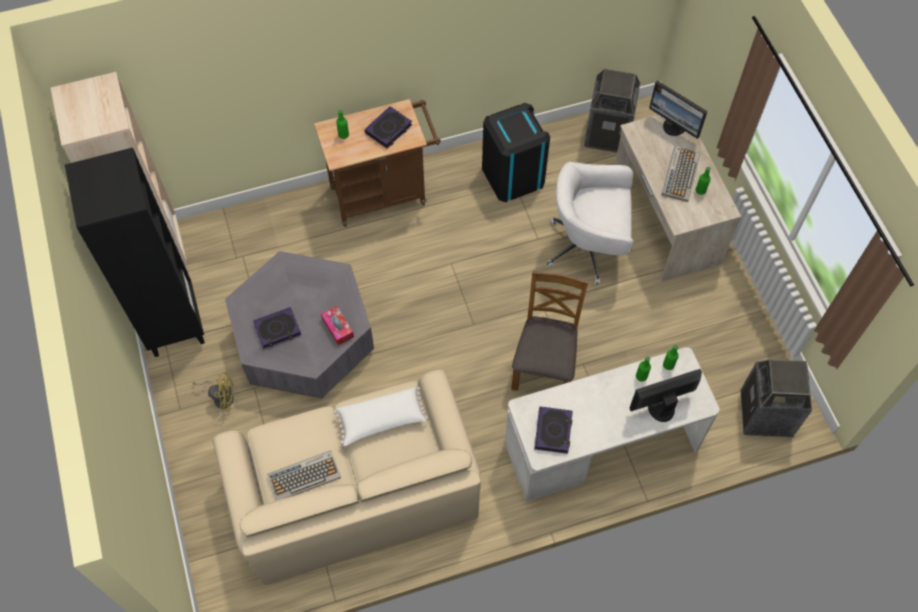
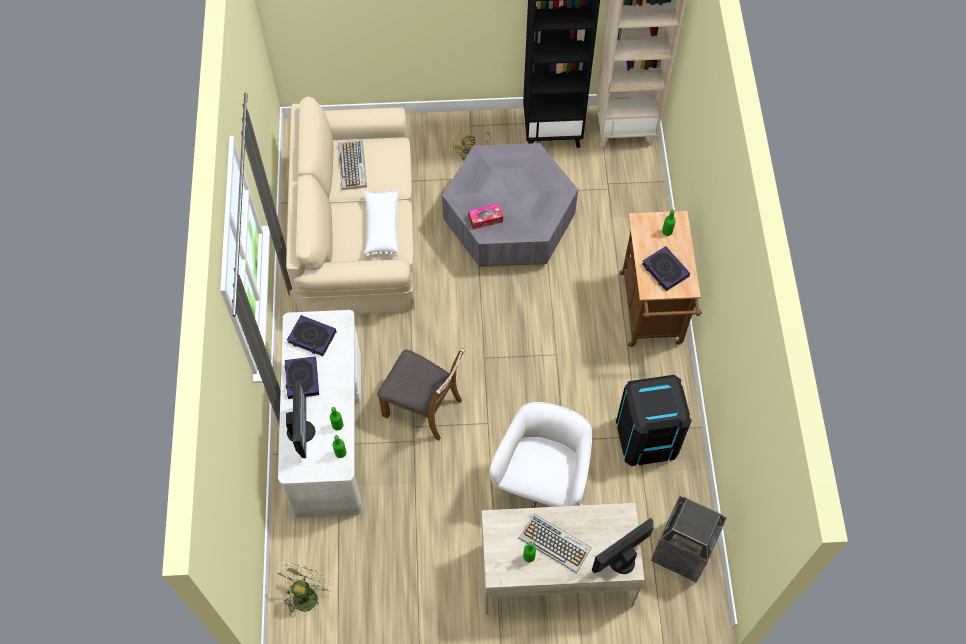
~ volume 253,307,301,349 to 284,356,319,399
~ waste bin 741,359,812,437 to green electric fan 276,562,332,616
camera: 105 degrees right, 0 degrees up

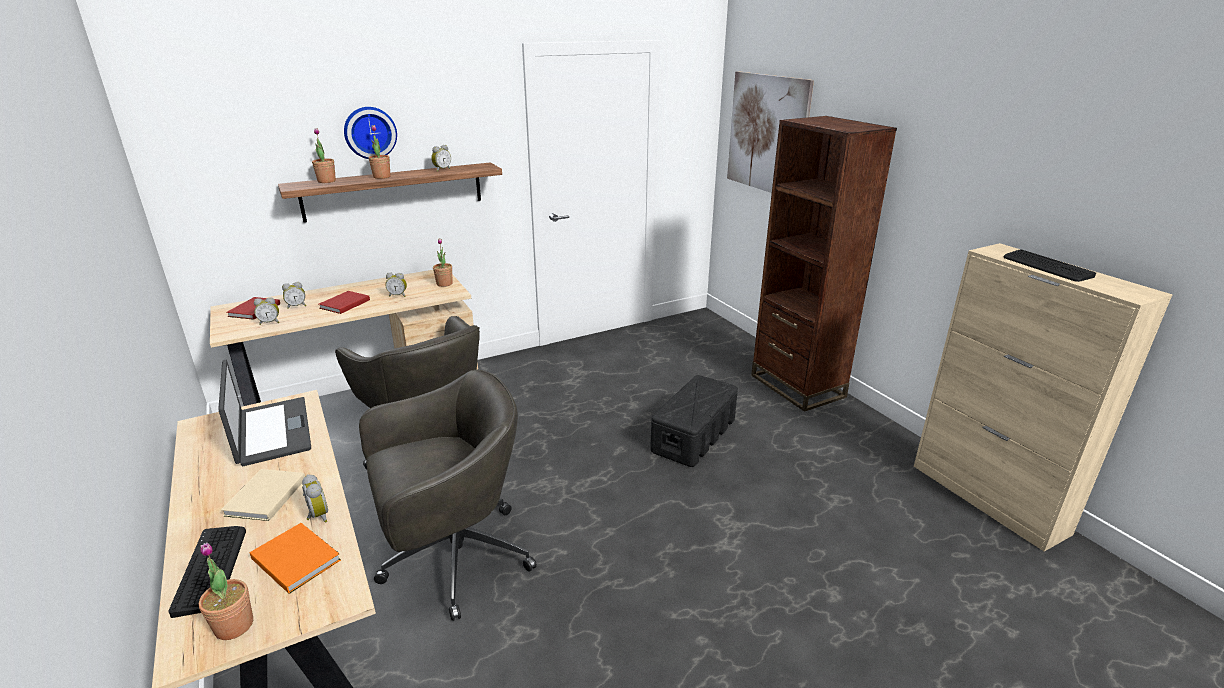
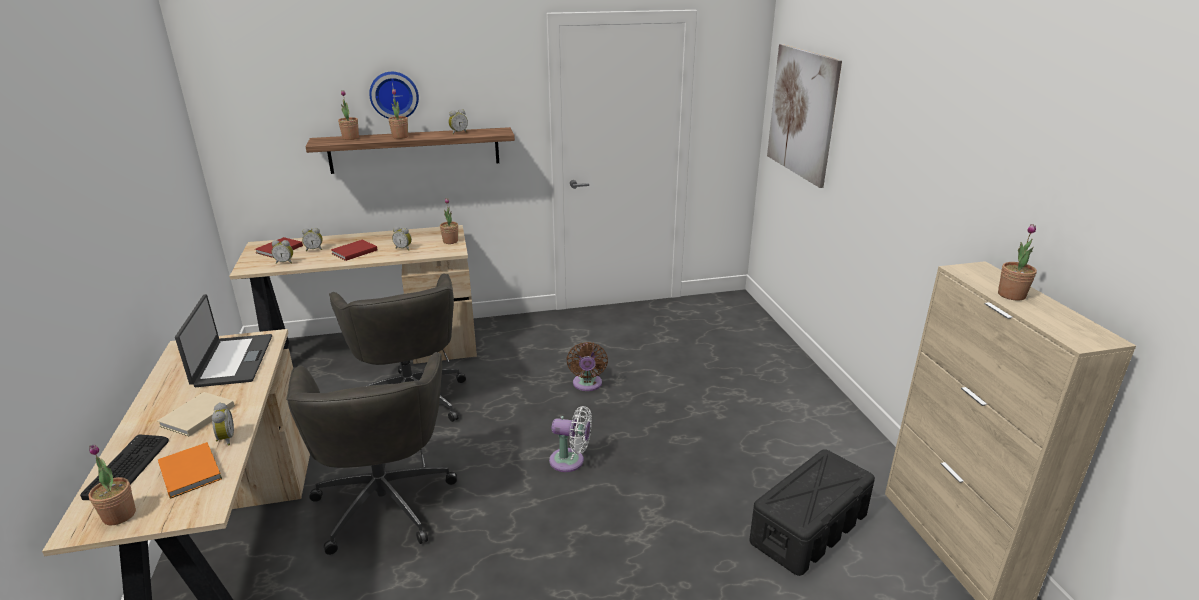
- brown bookcase 751,116,897,412
+ white-coloured electric fan 549,406,592,472
+ brown electric fan 566,342,608,391
~ blackish storage container 650,375,738,467 to 749,449,875,576
~ keyboard 1003,249,1096,282 to potted plant 998,224,1037,301
~ gray office chair 359,370,537,621 = 286,352,457,555 90 degrees clockwise
camera: 15 degrees right, 0 degrees up

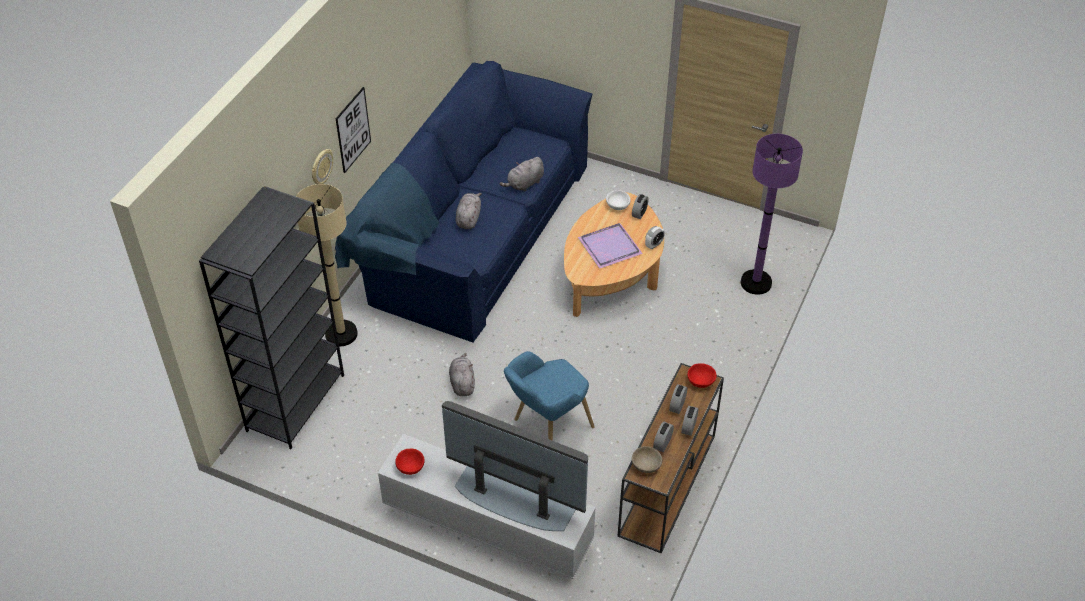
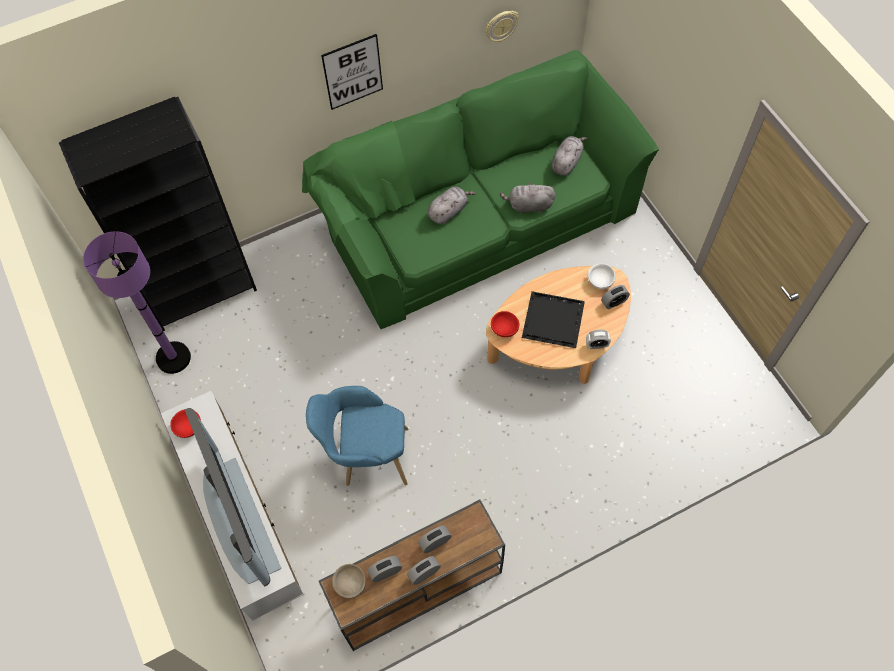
- sand-coloured standard lamp 296,184,358,346
~ hanging clock 312,149,333,184 to 485,11,519,42
~ gray cuddly toy 449,353,475,396 to 551,136,587,176
~ red deep dish 687,363,717,388 to 491,311,520,337
~ purple-coloured standard lamp 741,134,803,295 to 83,231,191,374
~ blue-coloured settee 335,61,593,343 to green settee 302,50,659,329
~ purple-coloured carrying tray 578,223,643,269 to blackish carrying tray 522,291,585,348
camera: 40 degrees right, 15 degrees up

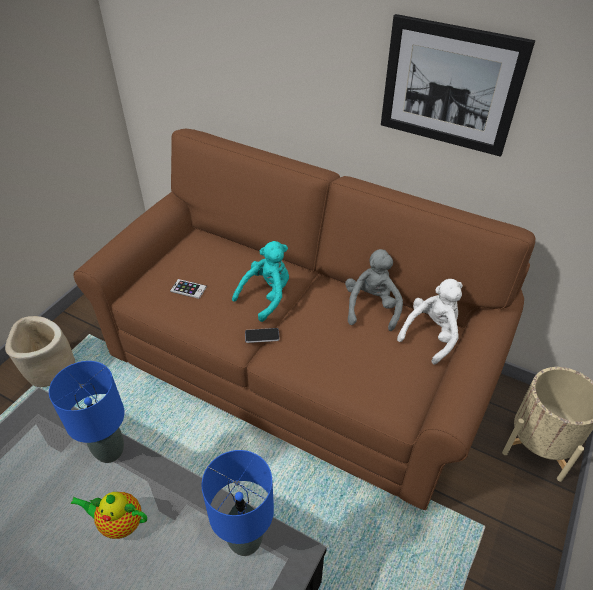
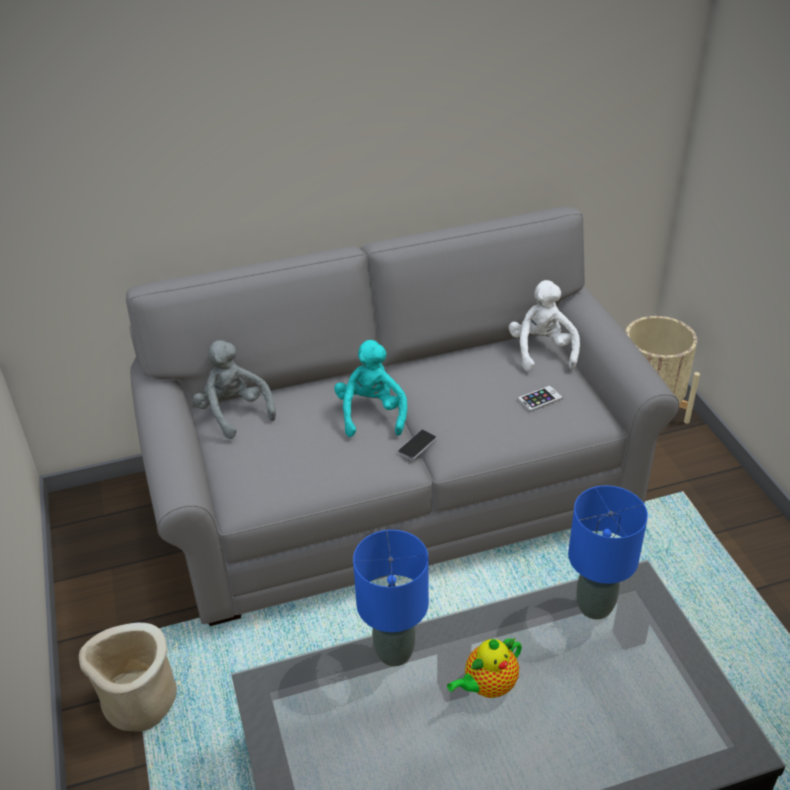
- wall picture 381,14,535,157
~ telephone 170,279,207,299 to 517,385,563,412
~ gray cuddly toy 345,249,403,331 to 193,340,276,439
~ brown settee 74,128,535,510 to gray settee 126,207,679,626
camera: 45 degrees left, 5 degrees down

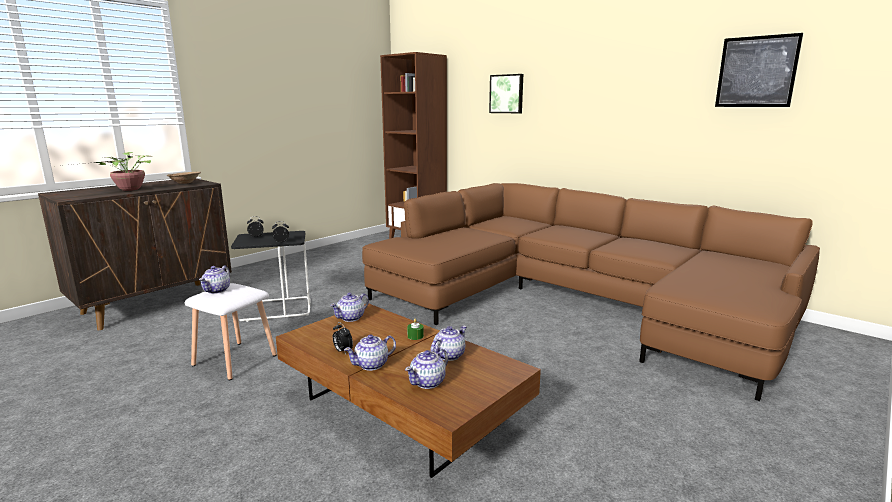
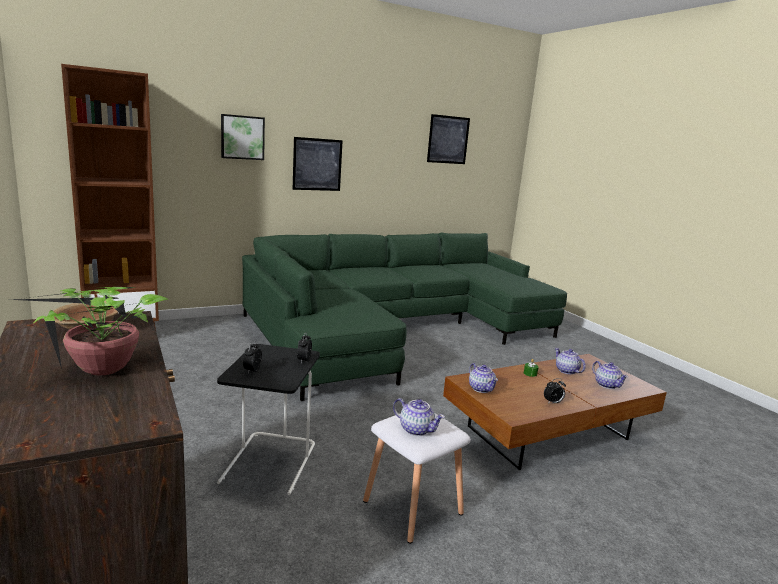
- tea pot 344,334,396,371
+ wall picture 293,137,343,191
~ brown settee 362,183,820,401 to green settee 242,233,567,401
camera: 70 degrees left, 0 degrees up

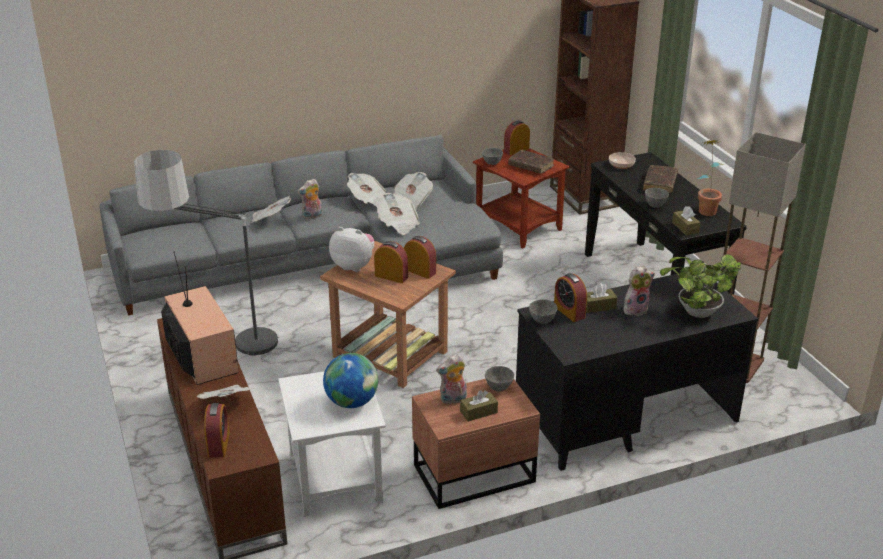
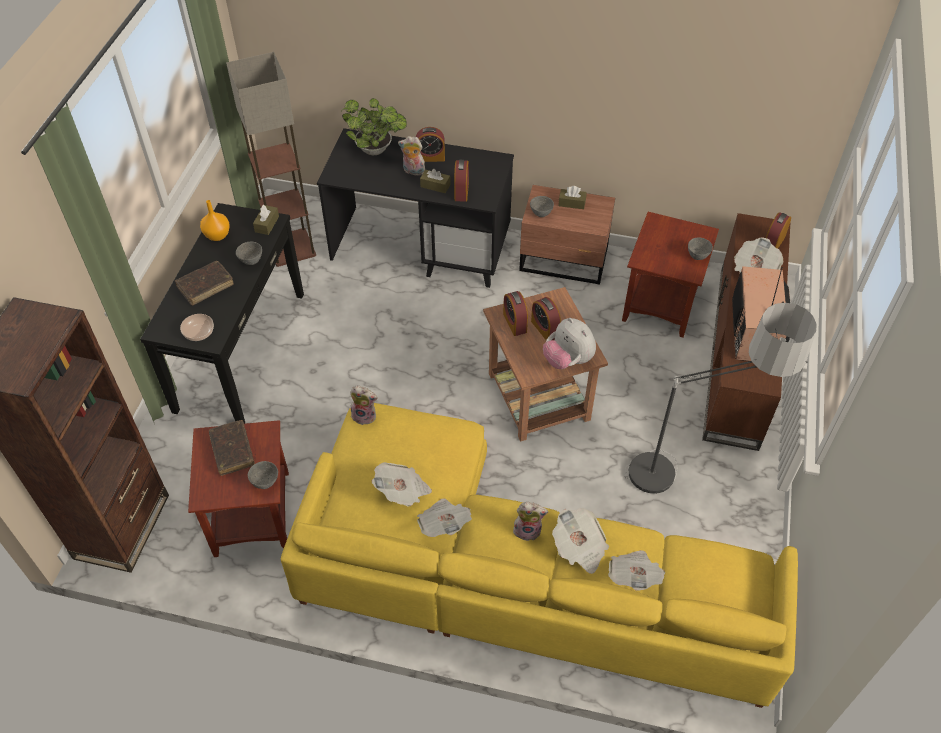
- globe 323,353,378,408
~ printed paper 376,193,420,235 to 608,550,665,591
~ cuddly toy 436,354,467,404 to 350,386,378,425
~ bedside clock 504,120,530,155 to 416,127,445,162
~ gray deep dish 529,299,557,324 to 688,237,713,260
~ potted plant 697,140,724,216 to orange vase 200,200,230,241
~ gray settee 100,135,503,315 to yellow settee 281,403,798,708
~ white-coloured side table 278,371,386,517 to brown side table 622,212,719,337
camera: 145 degrees left, 20 degrees up

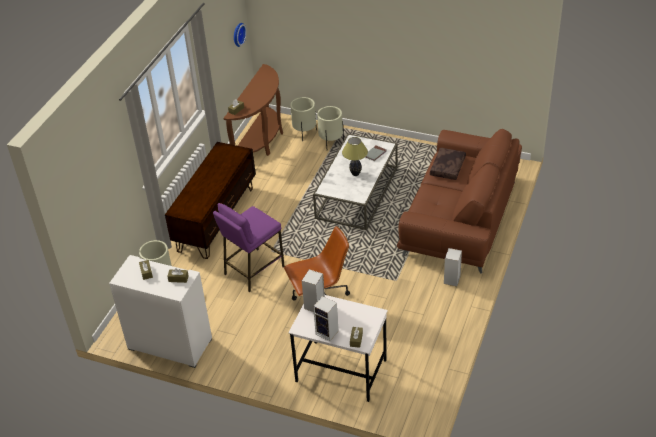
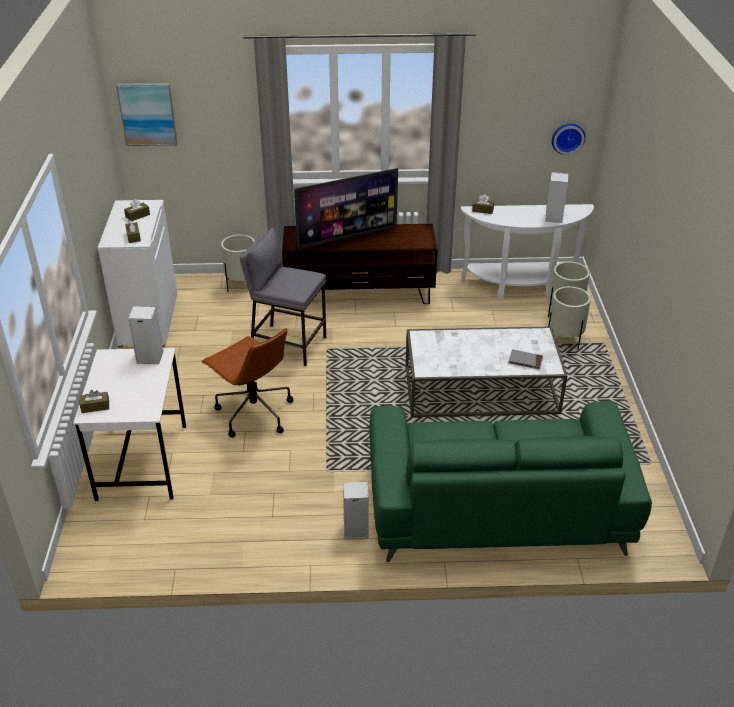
- lamp for a table 342,137,368,176
- brown throw pillow 430,148,466,180
+ wall picture 116,83,178,146
+ TV 294,168,398,249
~ audio speaker 313,296,338,341 to 545,172,569,223
~ purple-coloured stool 213,203,285,292 to gray stool 240,228,326,366
~ brown console table 223,64,283,156 to white-coloured console table 461,204,594,299
~ brown settee 397,129,522,274 to green settee 369,401,652,562
camera: 65 degrees right, 5 degrees down

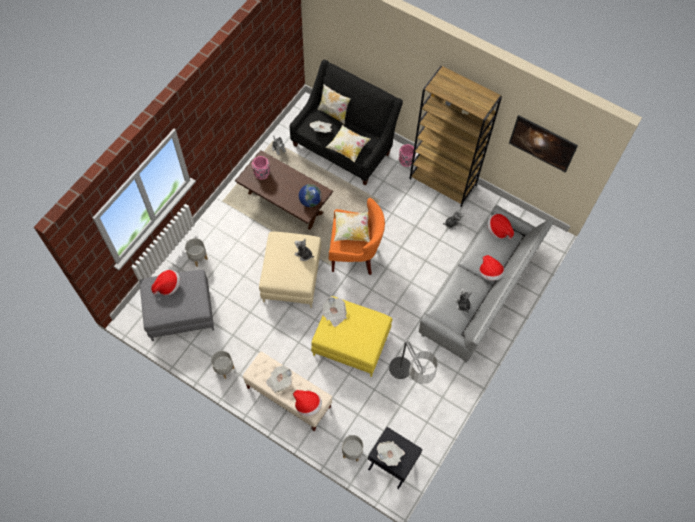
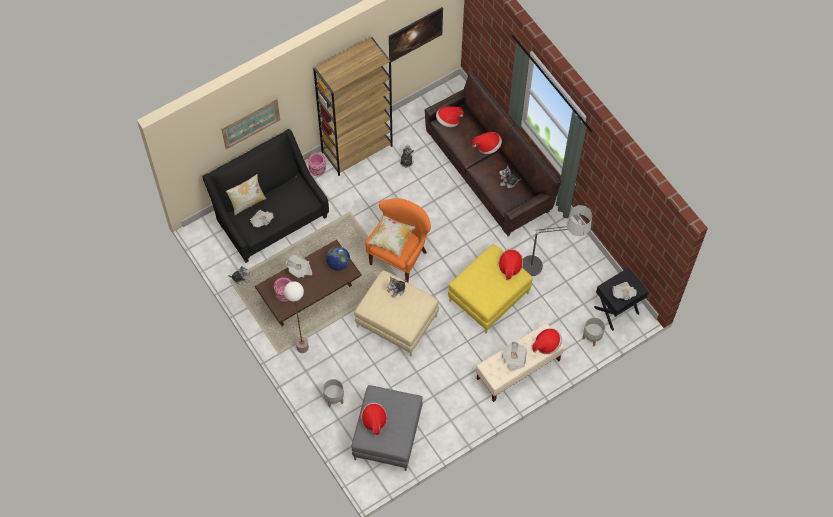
- gray flower pot 211,351,235,379
- throw pillow 326,125,371,162
+ wall picture 221,98,280,149
+ standard lamp 284,281,309,353
+ hat 499,249,523,281
~ printed paper 323,297,347,327 to 286,254,312,278
~ gray settee 419,205,554,363 to brown settee 425,71,562,236
camera: 65 degrees left, 0 degrees up

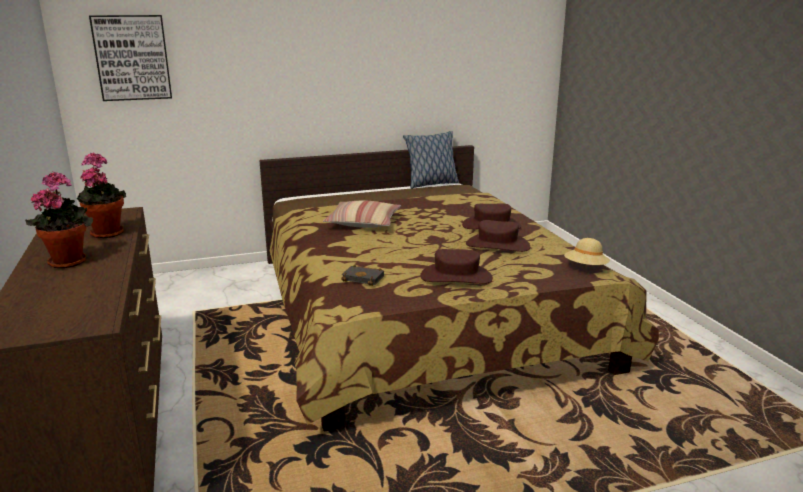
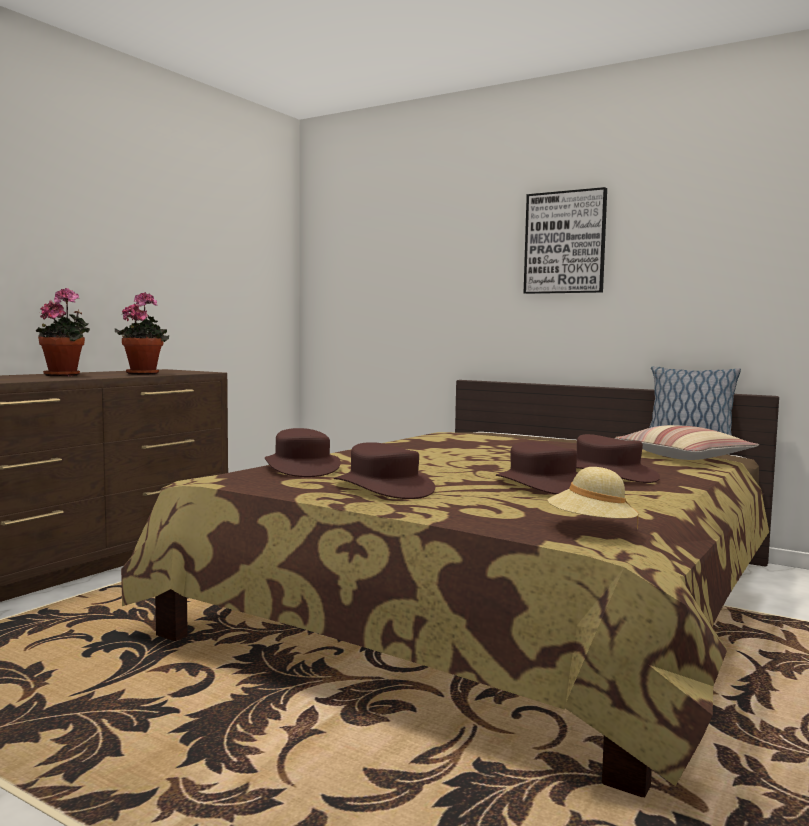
~ wall picture 89,15,172,101 to 524,187,607,294
~ throw pillow 323,201,401,228 to 615,425,759,460
~ blackish volume 341,264,384,286 to brown hat 265,428,341,477
camera: 50 degrees right, 15 degrees down

